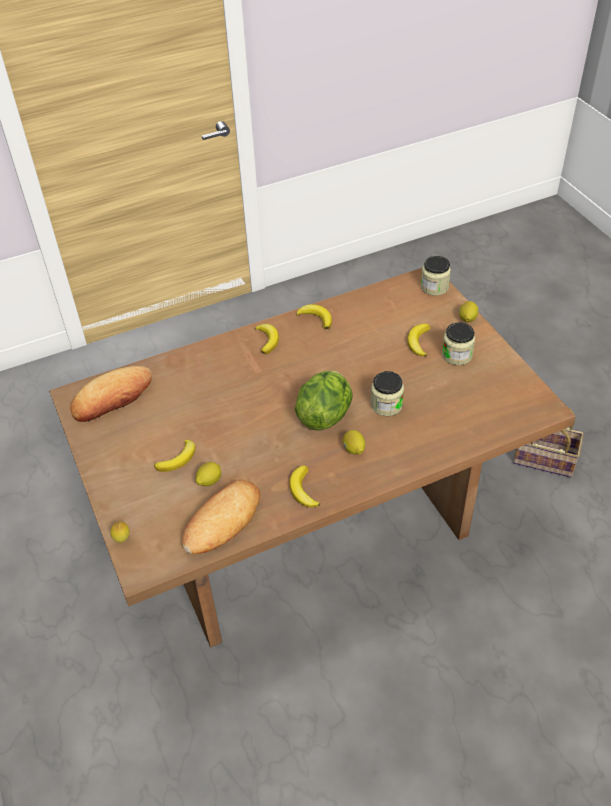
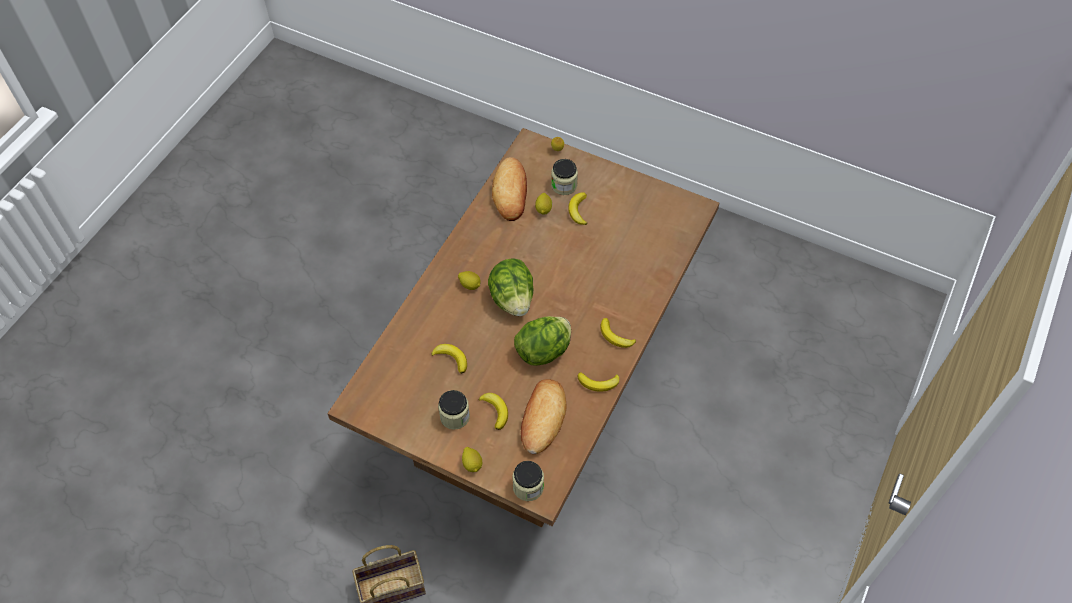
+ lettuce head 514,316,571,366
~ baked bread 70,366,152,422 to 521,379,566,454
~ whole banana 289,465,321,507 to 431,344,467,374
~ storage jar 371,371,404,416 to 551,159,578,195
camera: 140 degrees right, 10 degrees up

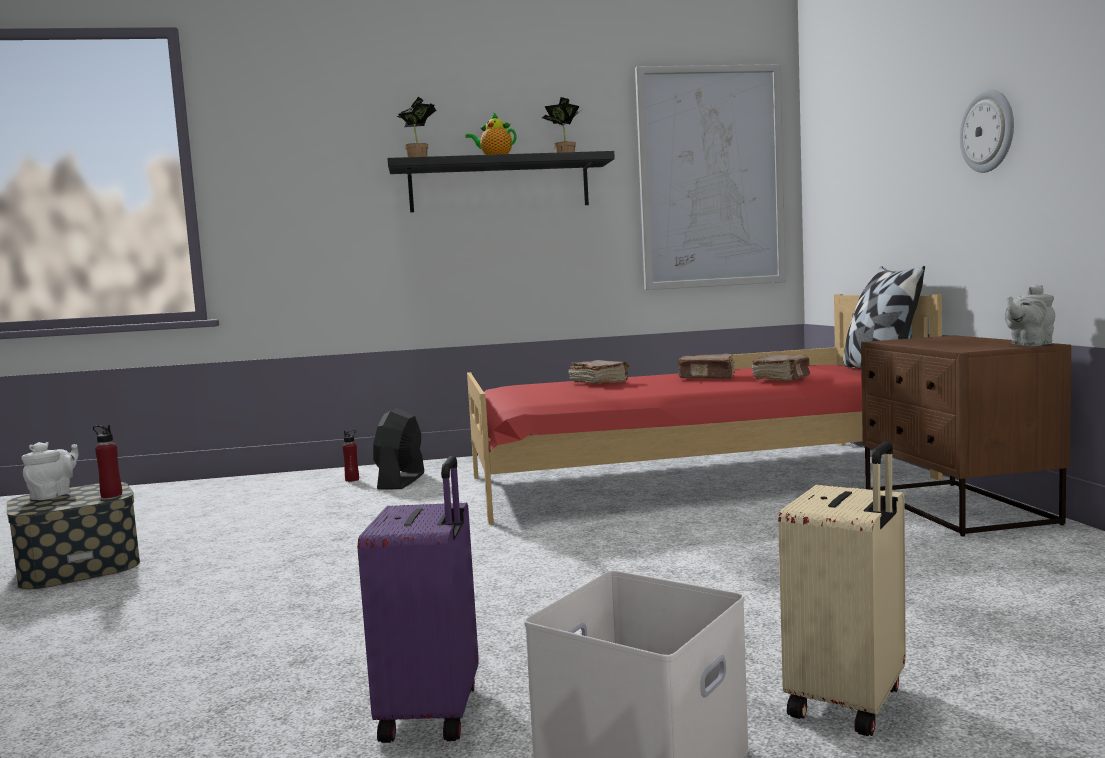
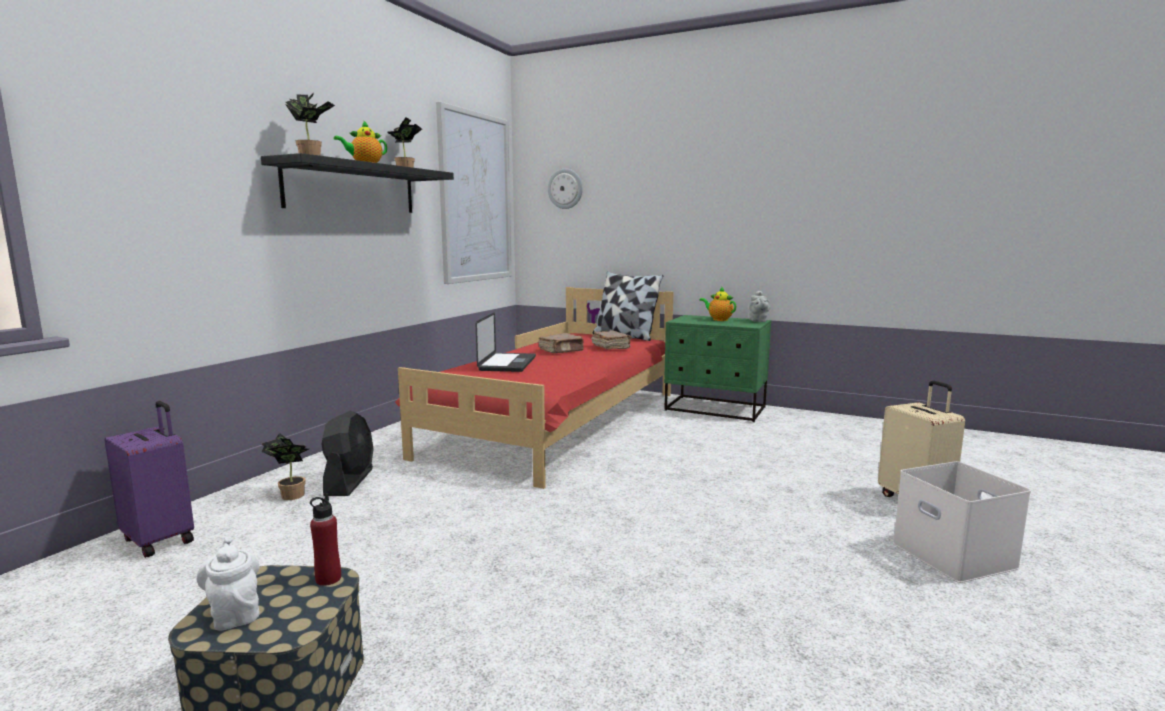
+ tea pot 700,286,736,321
~ purple-coloured suitcase 357,456,479,743 to 105,401,194,558
~ hanging clock 959,89,1014,173 to 548,168,583,209
~ red drink bottle 342,429,359,482 to potted plant 262,433,309,500
~ brown volume 568,360,630,384 to laptop 476,312,536,372
~ brown bedside table 861,335,1071,536 to green bedside table 664,315,771,422
~ blackish electric fan 373,408,424,490 = 322,411,374,496 135 degrees counterclockwise
camera: 55 degrees left, 5 degrees up

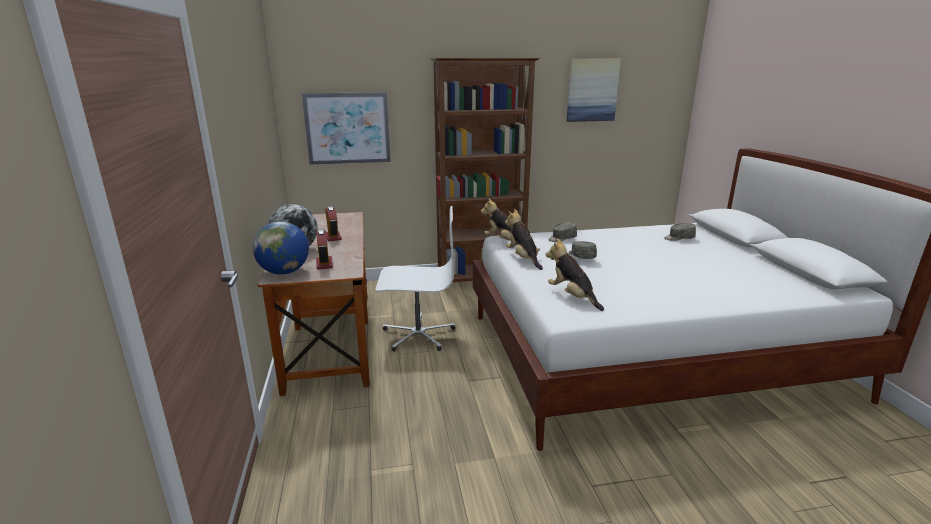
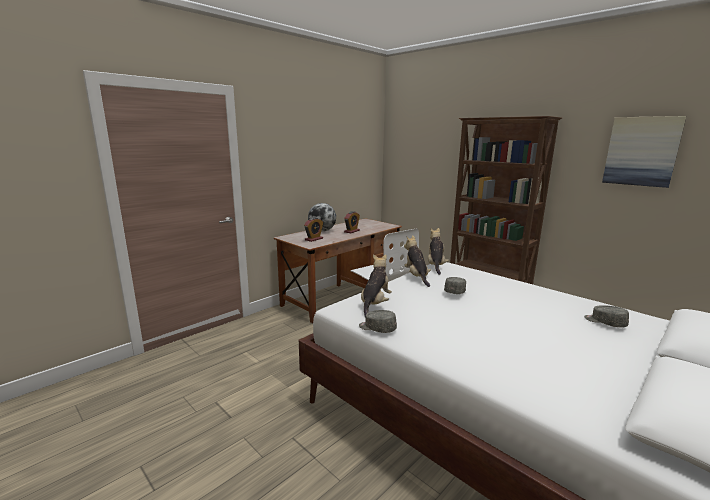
- globe 253,221,309,274
- wall picture 302,92,391,165
~ gray baseball cap 548,222,577,242 to 359,310,397,333
~ cuddly toy 505,209,543,270 = 404,235,431,287 45 degrees counterclockwise
camera: 55 degrees right, 5 degrees down

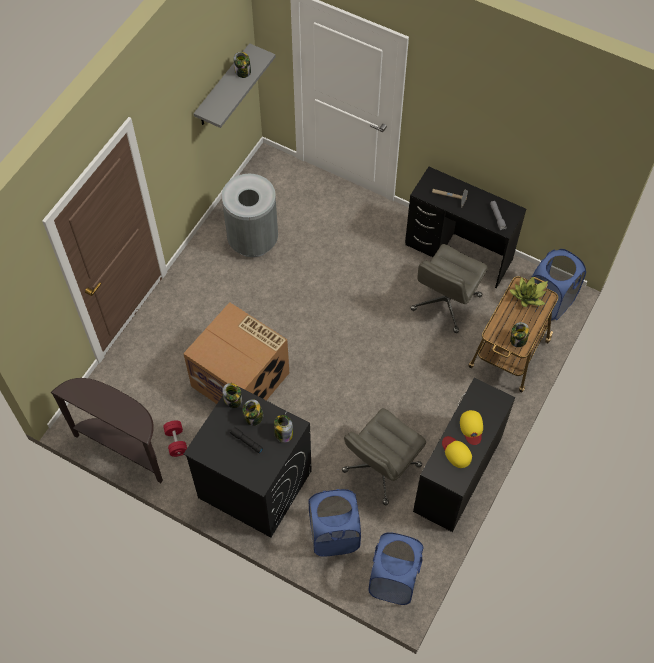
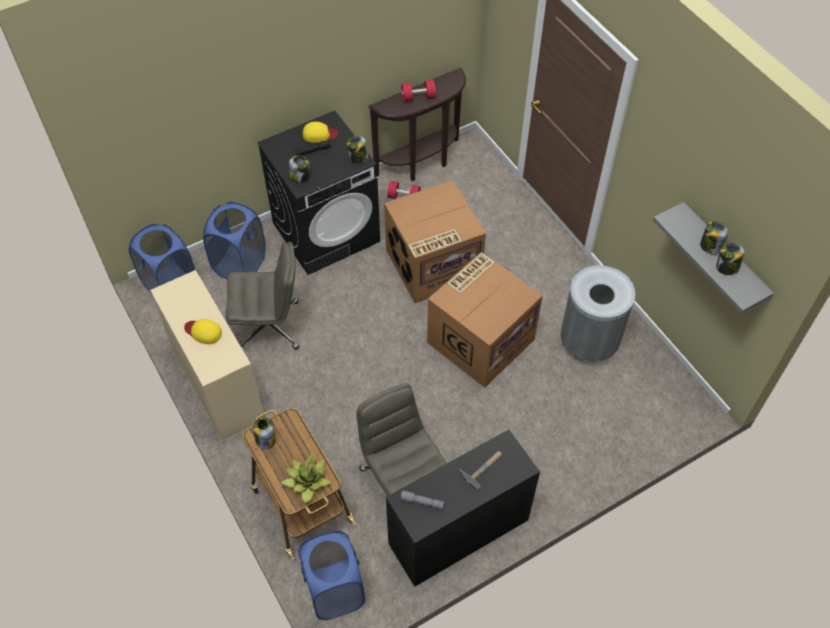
+ red hand weight 401,80,436,102
+ cardboard box 427,252,543,388
~ storage jar 243,399,263,426 to 700,221,728,255
~ yellow baseball cap 442,436,472,468 to 303,122,338,143
~ blackish desk 413,378,515,532 to sand-coloured desk 150,270,264,440
~ gray office chair 342,408,426,505 = 226,242,299,350 105 degrees clockwise
camera: 120 degrees right, 5 degrees down

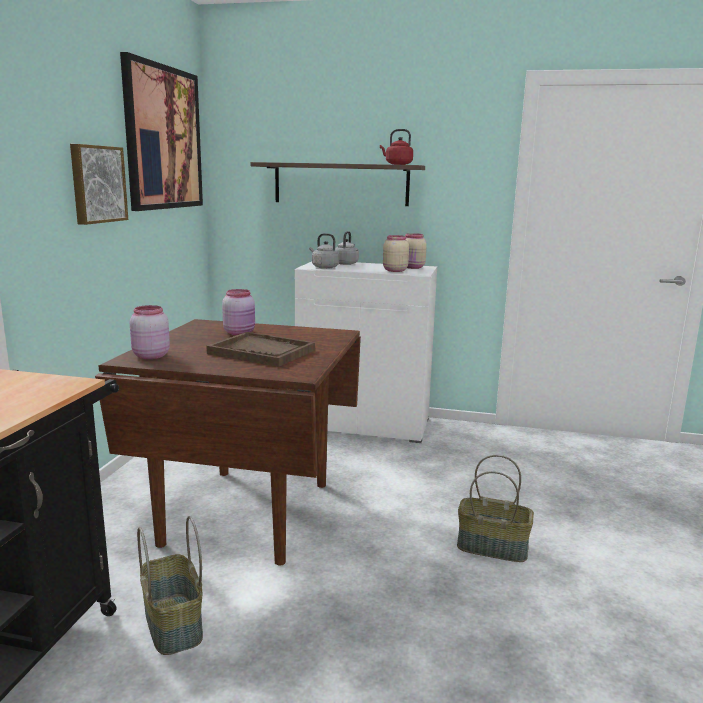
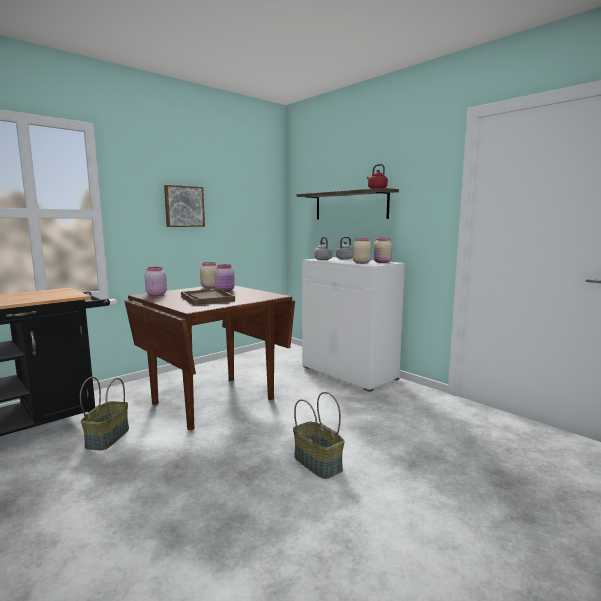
- wall picture 120,52,203,211
+ sand-coloured storage jar 200,262,217,288
camera: 35 degrees right, 5 degrees down

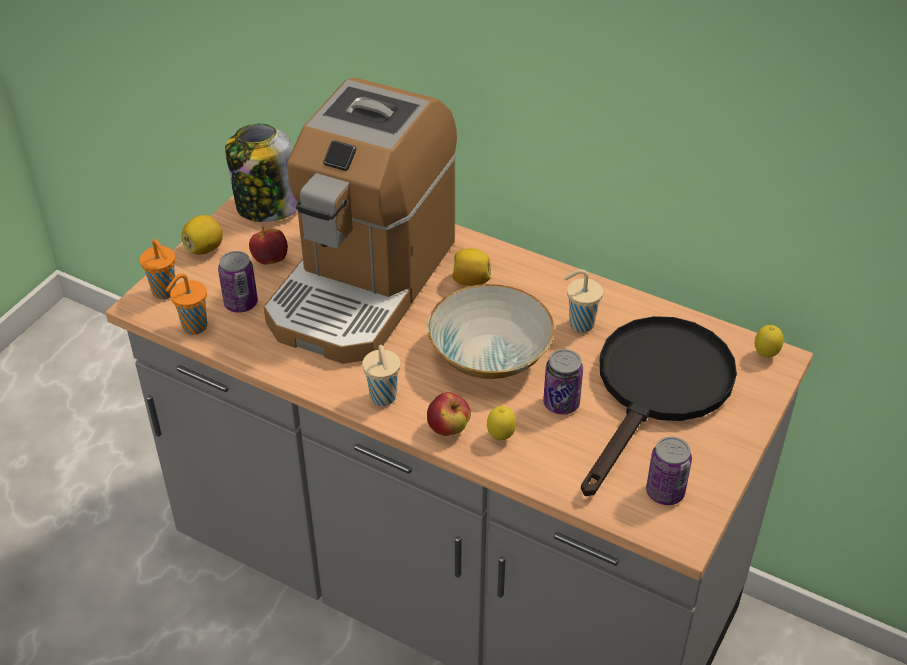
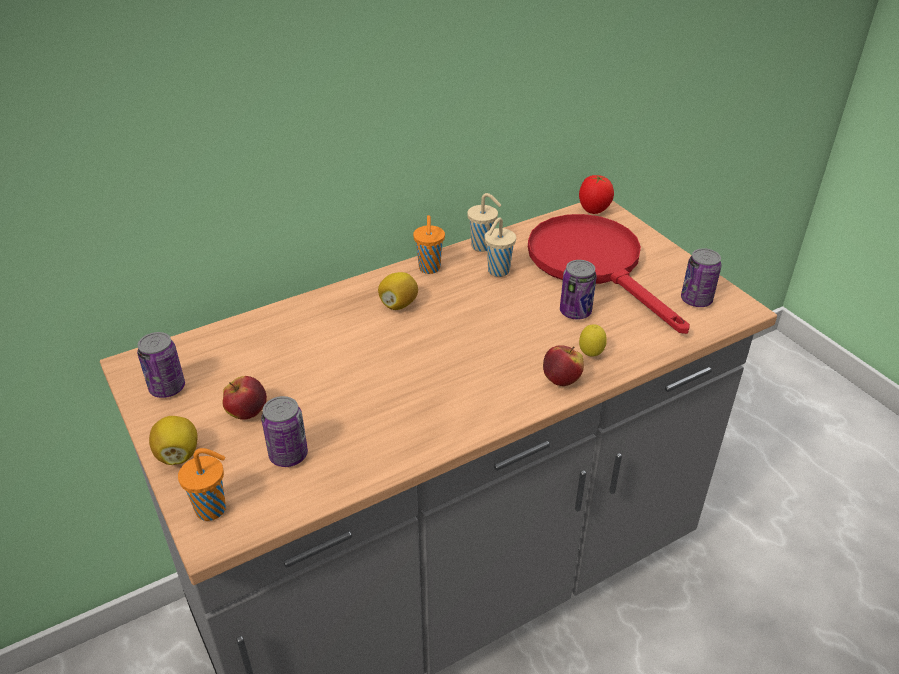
- coffee machine 264,78,457,364
- deep dish 427,284,554,379
~ orange drinking cup 166,273,207,335 to 413,215,445,274
~ sand-coloured drinking cup 362,345,400,406 to 467,193,501,252
~ storage jar 225,124,298,222 to metal can 137,332,185,398
~ citrus fruit 755,325,783,357 to fresh tomato 579,175,614,214
~ blackish skillet 581,316,737,496 to red skillet 528,214,690,334
camera: 60 degrees left, 5 degrees down

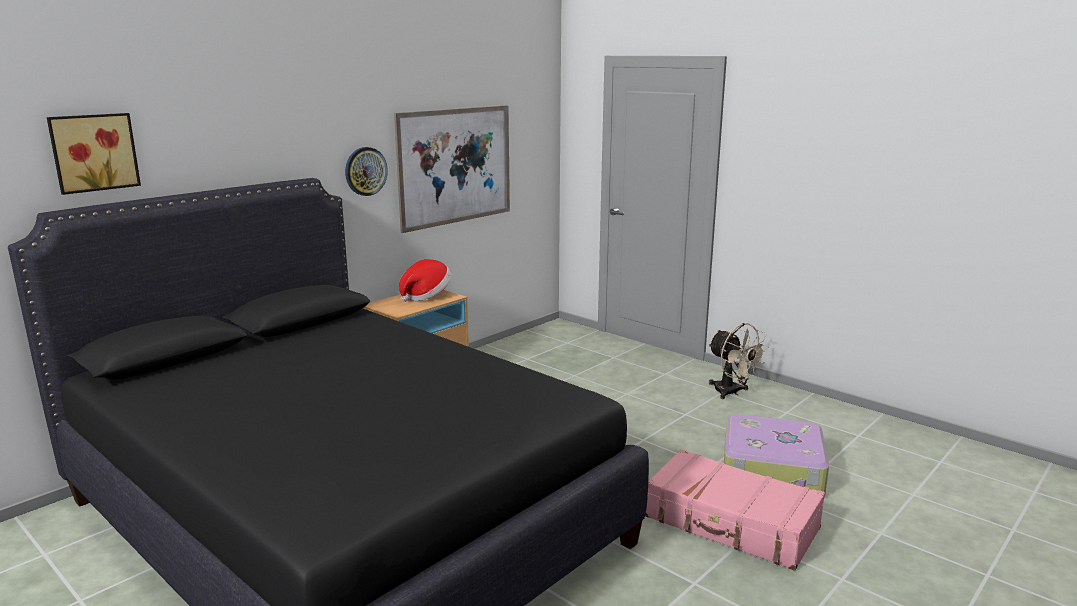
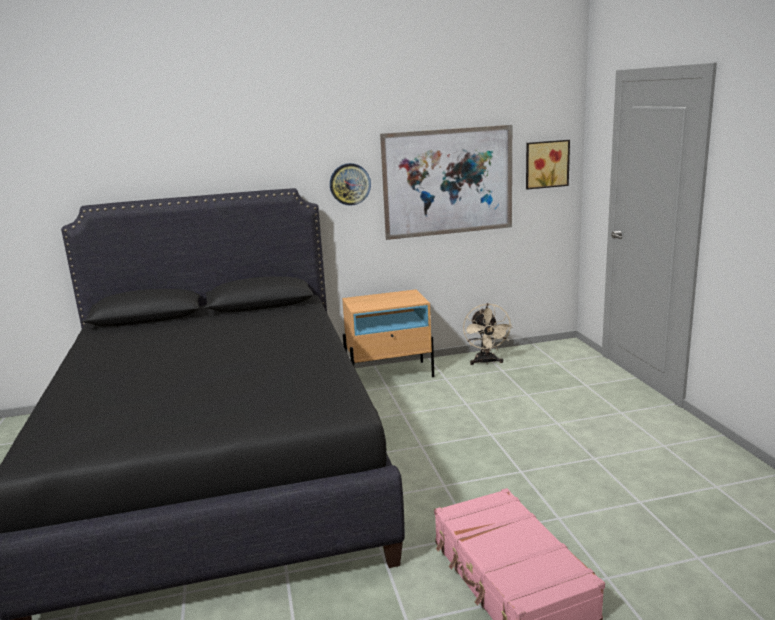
- hat 399,259,452,302
- suitcase 724,414,829,494
~ wall picture 47,113,141,195 to 526,140,570,190
~ sand-coloured electric fan 708,323,769,399 to 463,303,512,365
camera: 35 degrees right, 0 degrees up

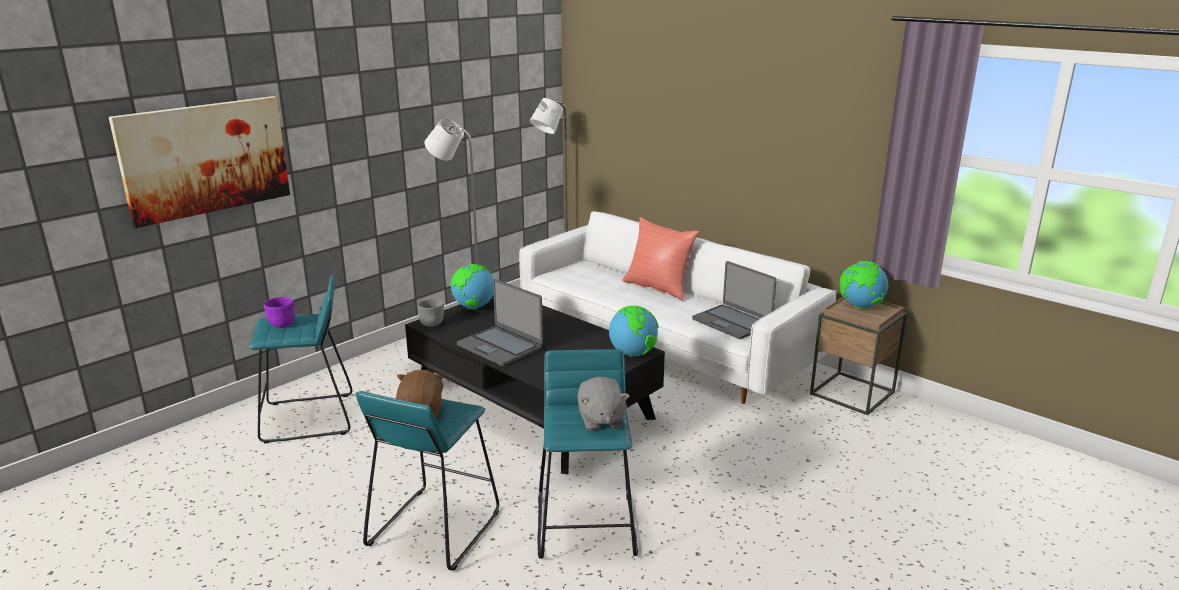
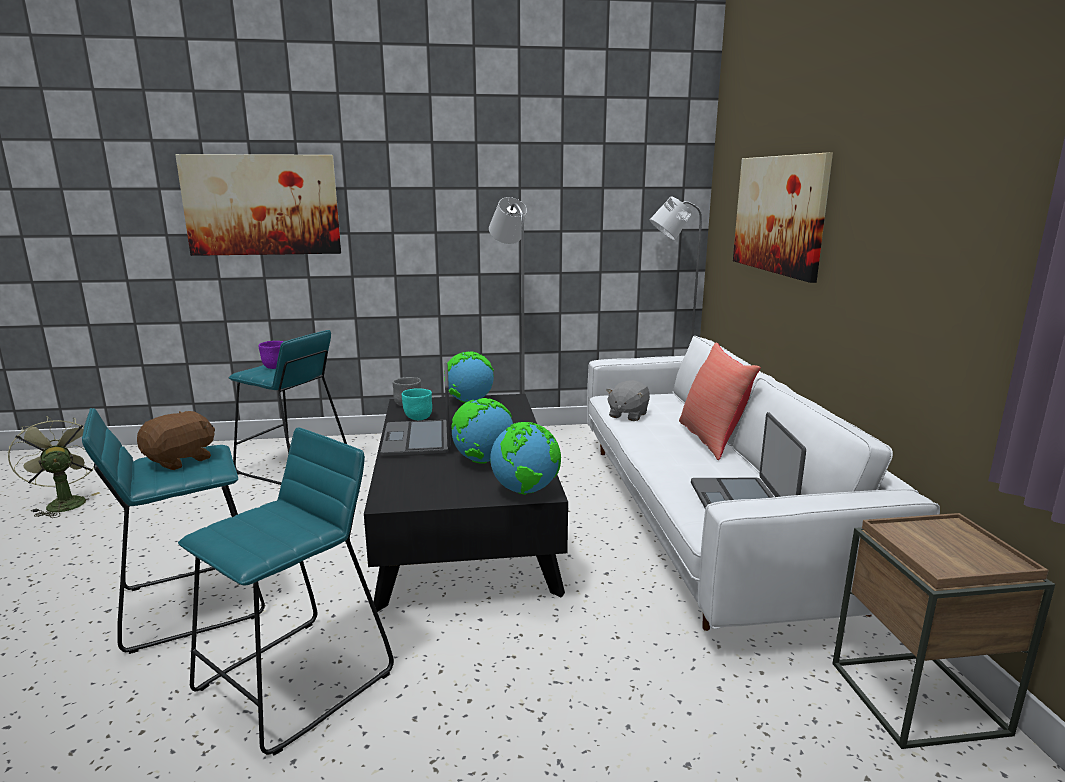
+ green electric fan 8,416,100,518
+ blue-green deep dish 402,388,432,420
+ wall picture 733,153,833,283
~ gray cuddly toy 577,377,630,431 to 606,380,650,421
~ globe 840,261,888,309 to 451,398,513,464
camera: 40 degrees right, 5 degrees down

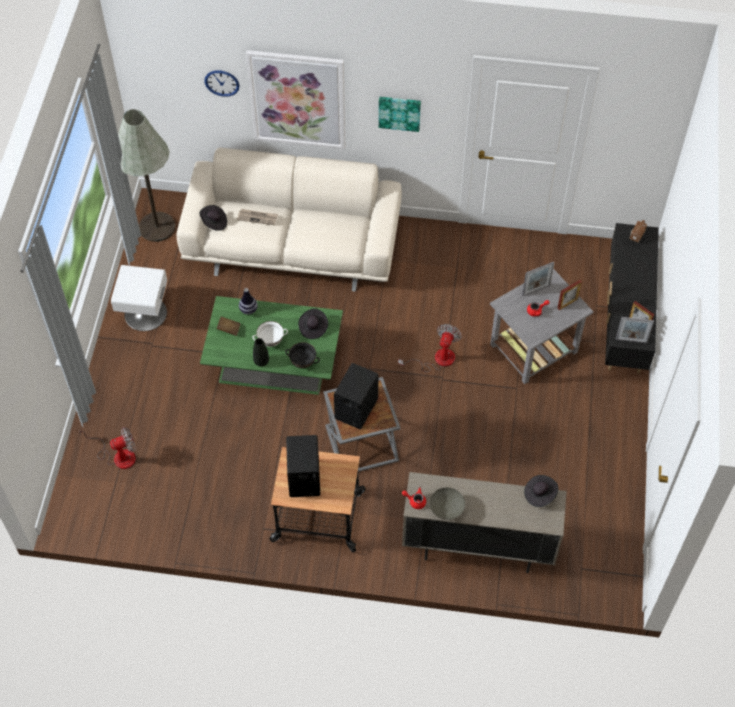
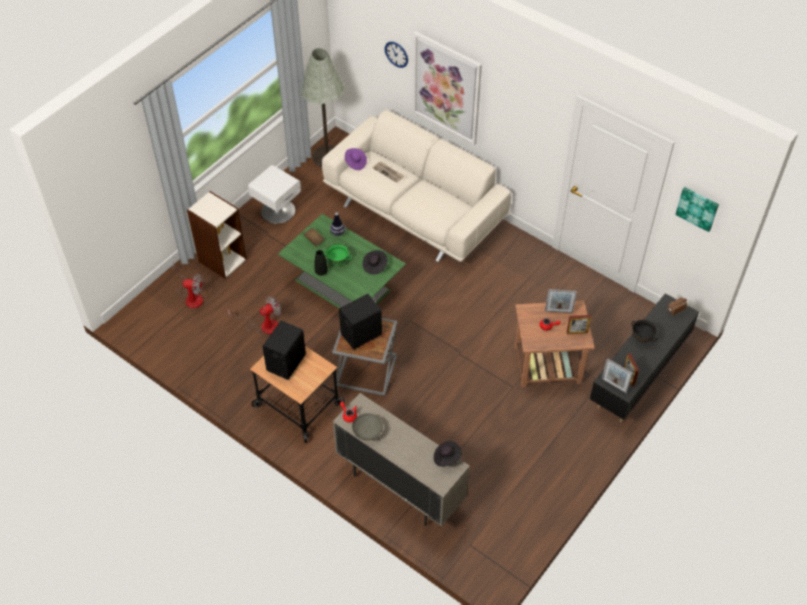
+ bookcase 187,191,247,279
~ blackish deep dish 285,342,320,368 to 631,319,657,342
~ wall picture 379,97,421,132 to 675,187,719,232
~ electric fan 398,324,462,372 to 227,296,281,334
~ blackish hat 200,205,227,231 to purple-coloured hat 345,148,367,170
~ white-coloured deep dish 253,321,288,347 to green deep dish 323,244,352,265
~ gray side table 490,269,594,384 to brown side table 515,300,594,387
camera: 30 degrees right, 5 degrees down

